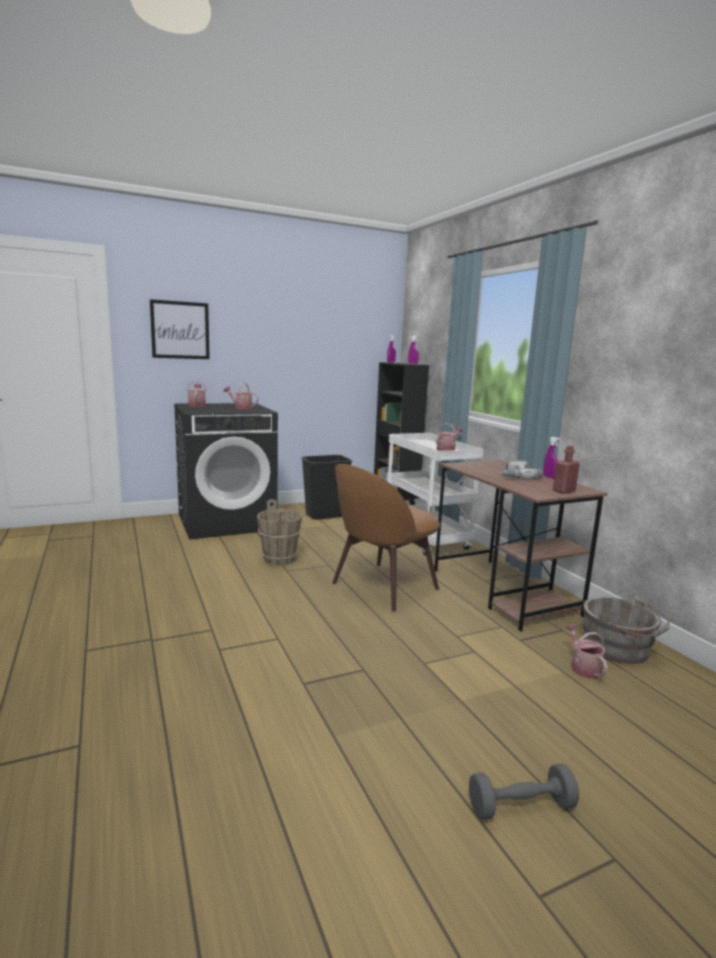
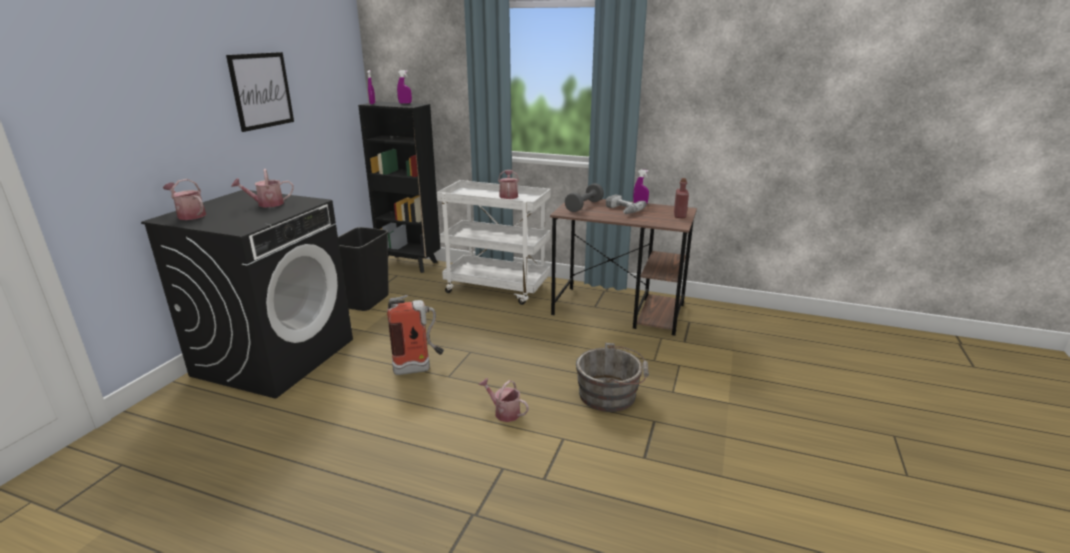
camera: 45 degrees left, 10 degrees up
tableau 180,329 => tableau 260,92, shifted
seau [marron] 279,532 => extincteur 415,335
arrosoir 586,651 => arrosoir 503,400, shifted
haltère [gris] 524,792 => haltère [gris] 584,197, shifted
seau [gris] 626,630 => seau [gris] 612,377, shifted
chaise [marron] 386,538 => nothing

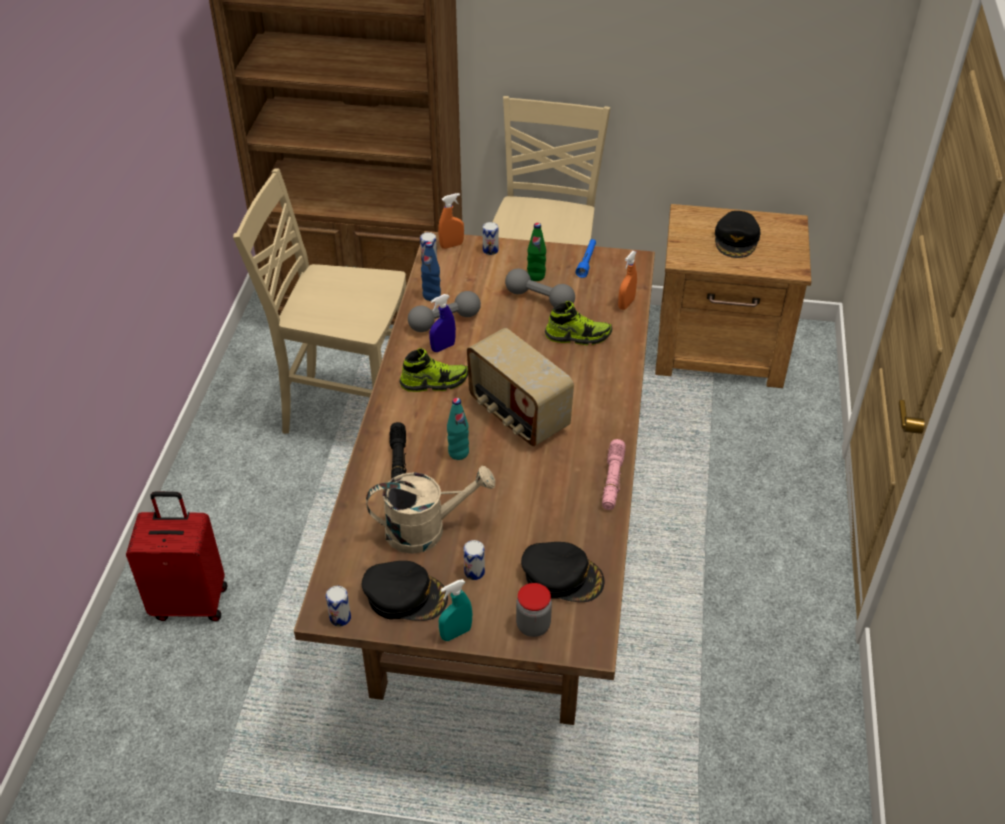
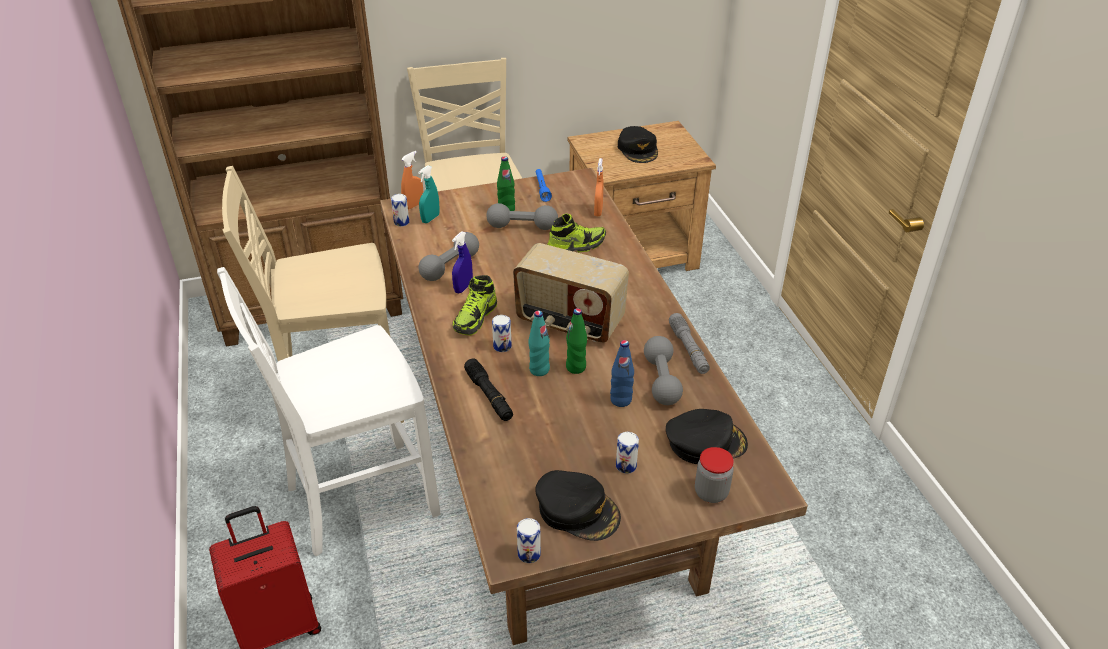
camera: 25 degrees left, 5 degrees down
nothing => chaise [blanc] 328,411
vaporisateur [turquoise] 455,610 => vaporisateur [turquoise] 429,194, shifted
chaussure 433,370 => chaussure 474,305, 150 degrees clockwise
boîte métallique 490,238 => boîte métallique 502,333, shifted
casquette [noir] 405,591 => casquette [noir] 578,505, 45 degrees clockwise
nothing => bouteille [vert] 576,341
bouteille [bleu] 431,271 => bouteille [bleu] 622,373, shifted
nothing => haltère [gris] 663,370
lampe de poche [rose] 613,474 => lampe de poche [gris] 689,343
arrosoir [beige] 430,510 => nothing

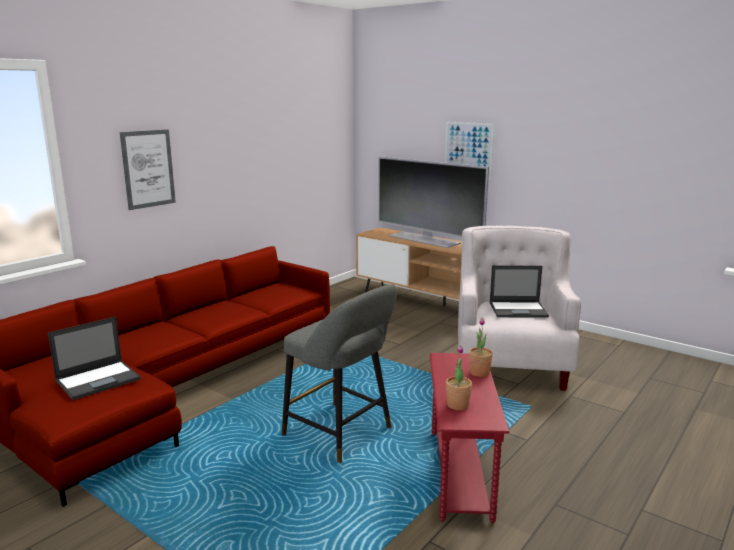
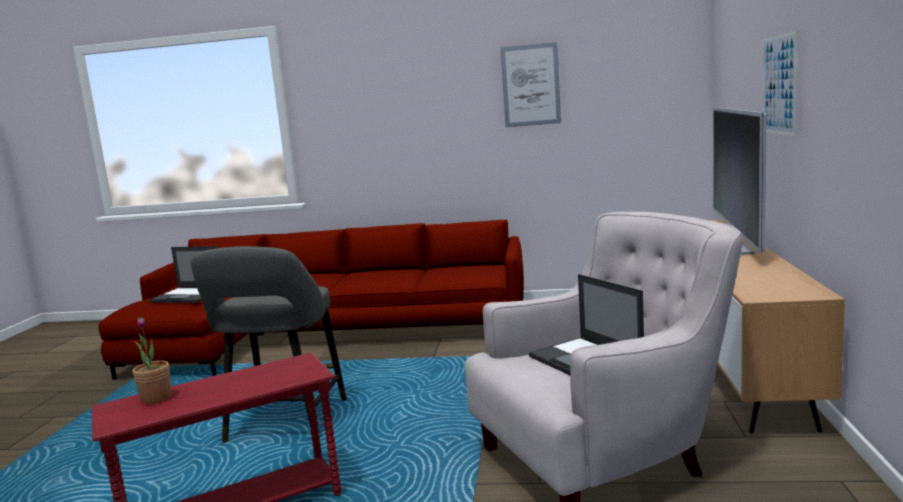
camera: 60 degrees right, 5 degrees down
tableau 148,169 => tableau 530,84, shifted
plante en pot 481,347 => nothing

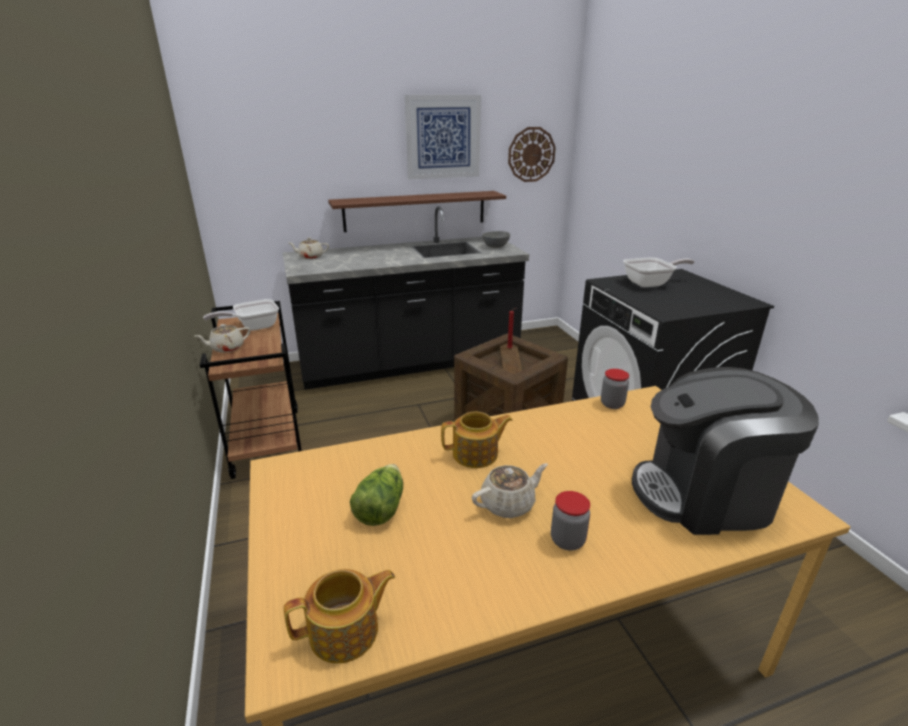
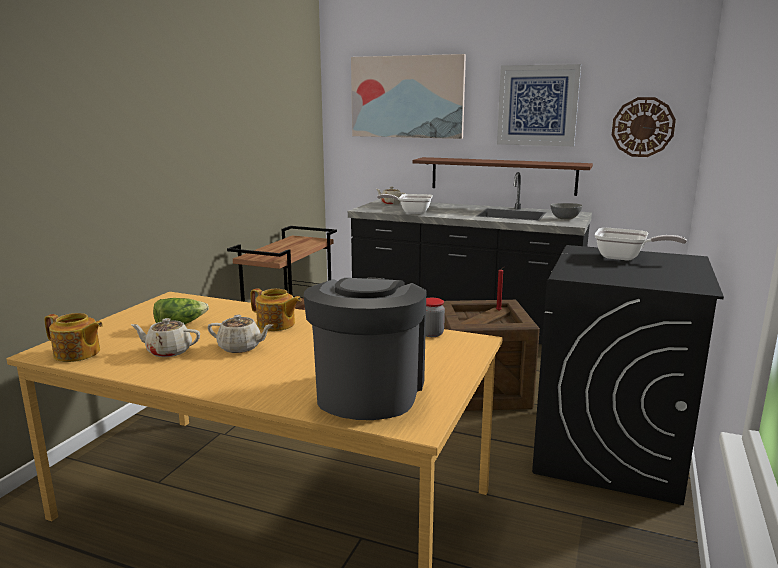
camera: 40 degrees right, 10 degrees down
théière [beige] 222,338 => théière [beige] 165,337, shifted
machine à café 725,451 => machine à café 365,348, 60 degrees clockwise
nothing => tableau 408,96
poêle 241,315 => poêle 405,204, shifted
bocal 570,521 => nothing

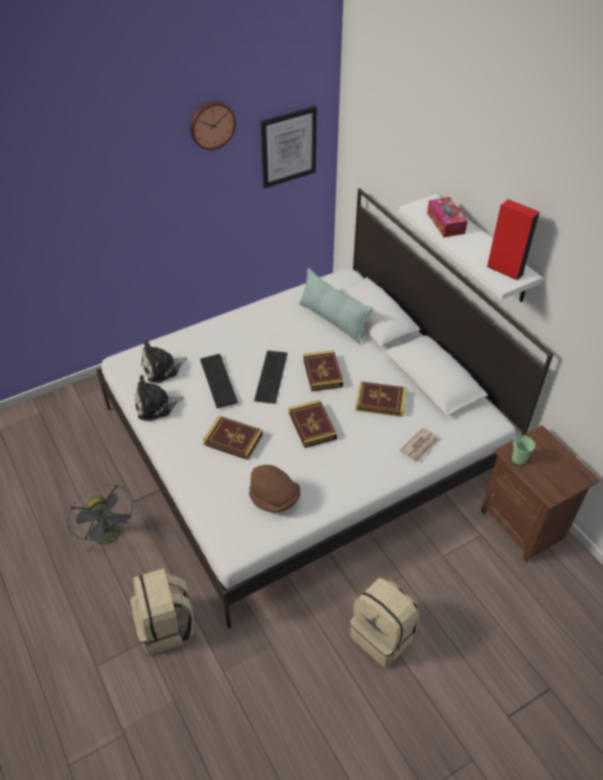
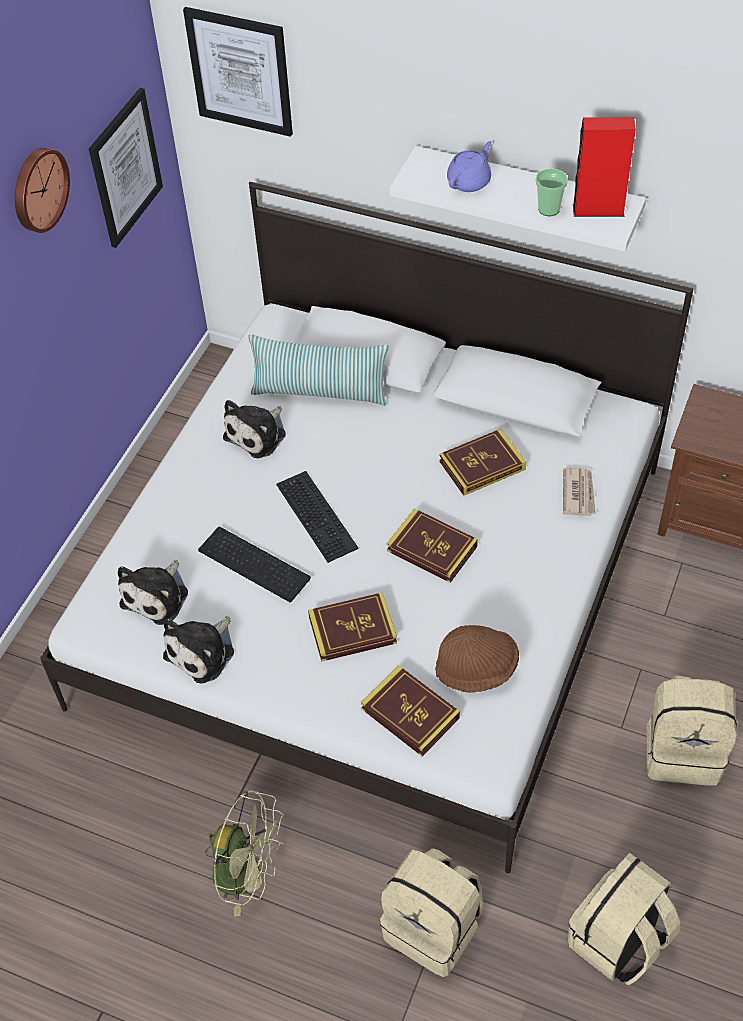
camera: 35 degrees left, 5 degrees up
nothing => tableau 238,72
ventilateur [gris] 102,518 => ventilateur [vert] 244,853
nothing => peluche 254,429
livre 323,370 => livre 410,711, shifted
boîte à mouchoirs 447,217 => théière [violet] 469,166
tasse 523,450 => tasse 551,192, shifted
nothing => sac à dos [beige] 624,919

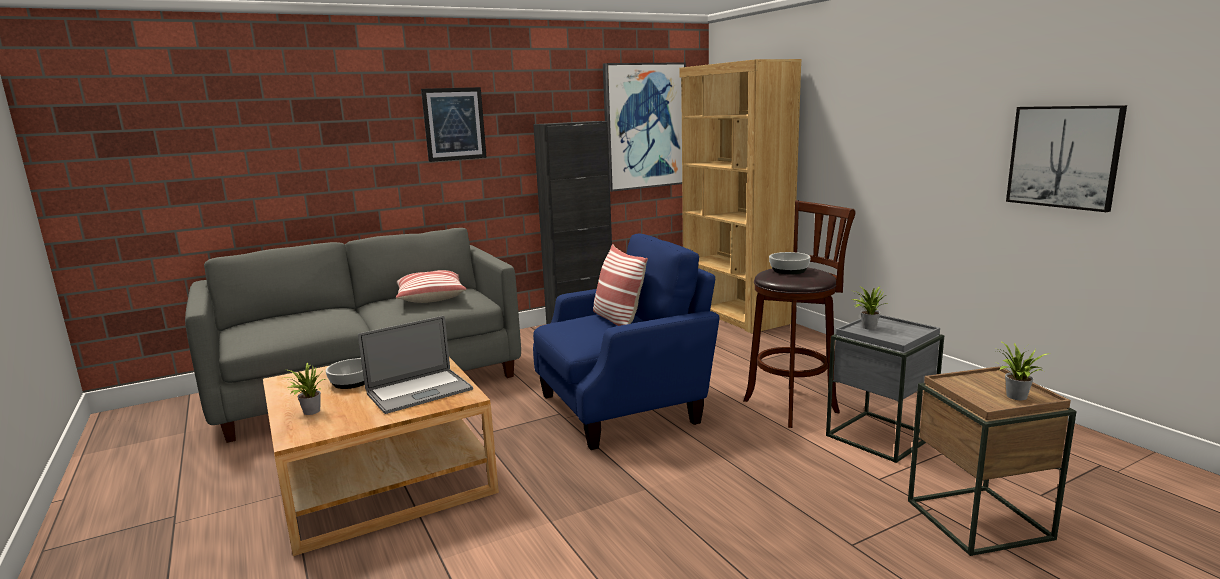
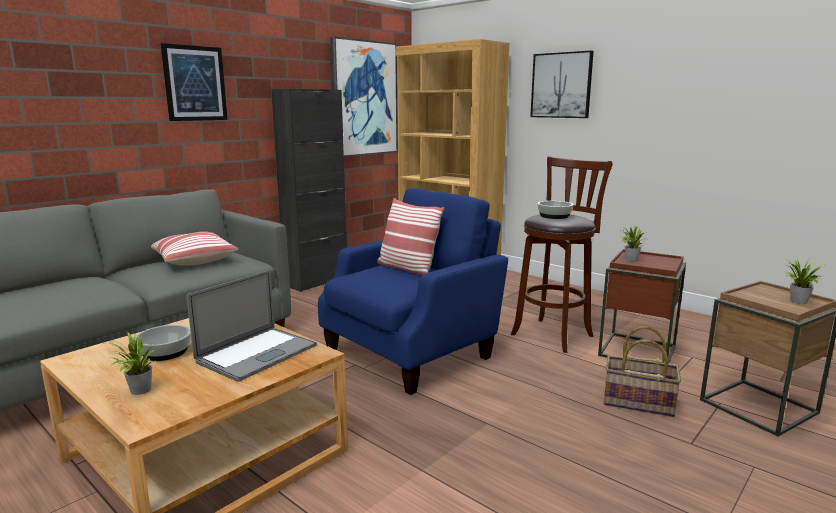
camera: 20 degrees left, 0 degrees up
tableau 1066,158 => tableau 562,84, shifted
table d'appoint [gris] 885,389 => table d'appoint [marron] 642,306
nothing => panier 642,371

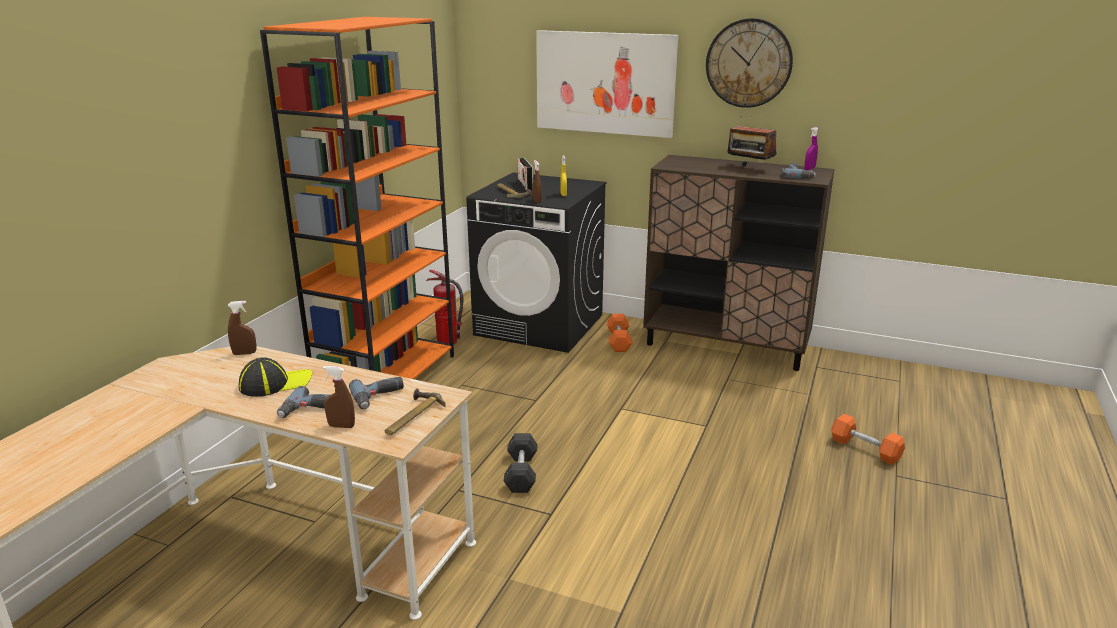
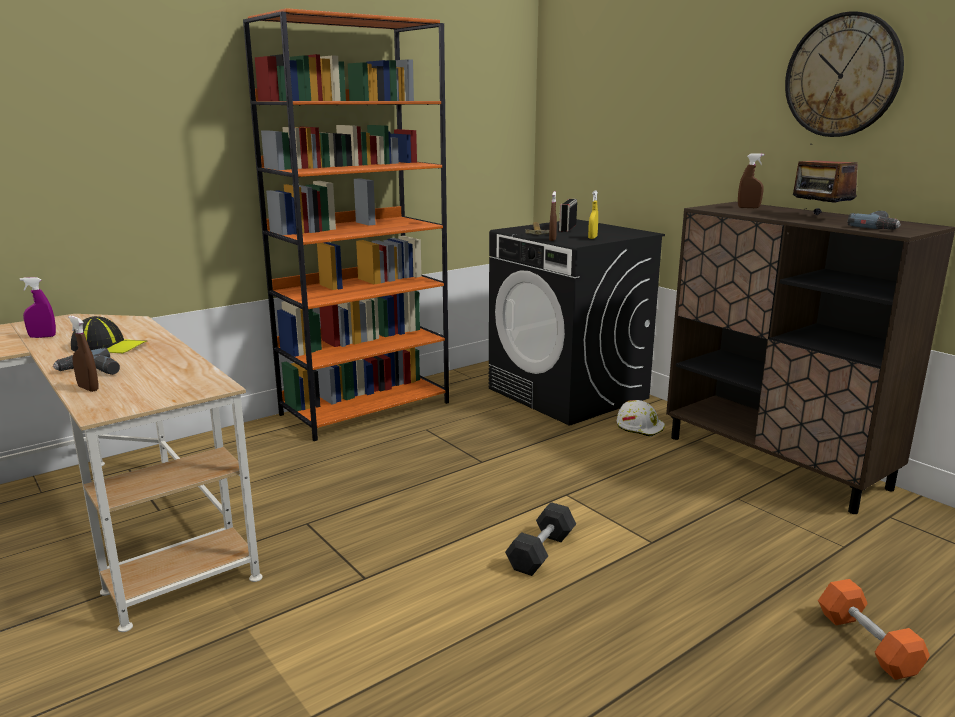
camera: 30 degrees right, 5 degrees down
vaporisateur [violet] 811,148 => vaporisateur [violet] 38,307, shifted
haltère [gris] 521,463 => haltère [gris] 540,539, shifted
haltère [orange] 620,333 => casque de chantier [blanc] 641,418
vaporisateur [marron] 241,328 => vaporisateur [marron] 751,180, shifted
perceuse 376,393 => nothing
marteau 415,411 => nothing
extincteur 444,307 => nothing
tableau 607,84 => nothing

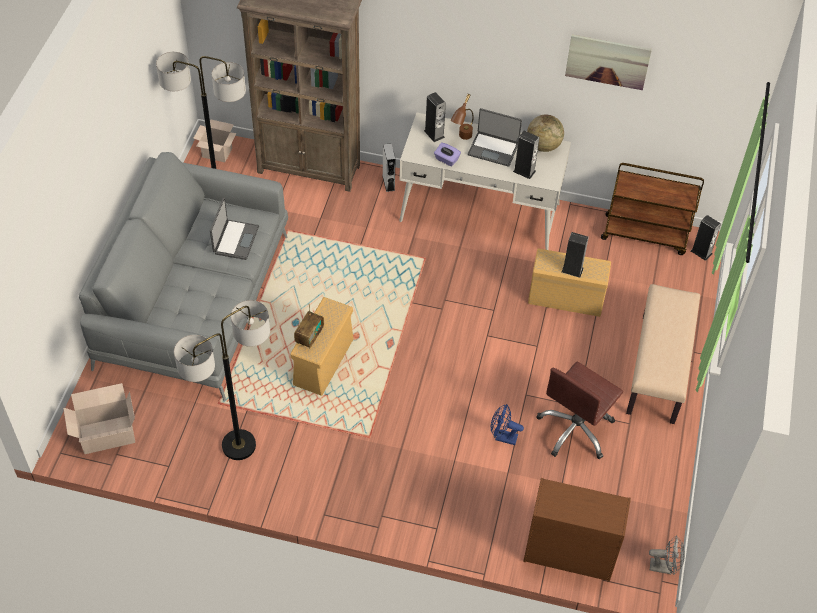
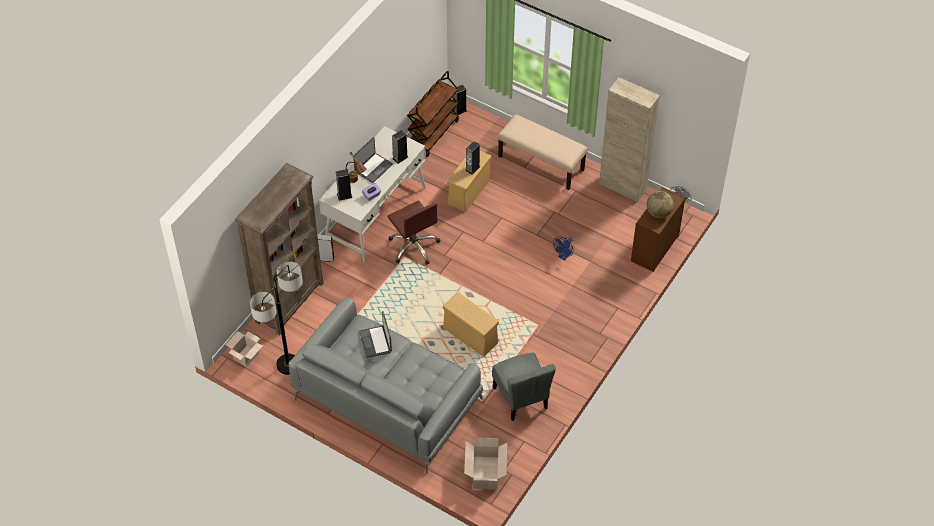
camera: 70 degrees left, 0 degrees up
ordinateur portable 234,229 => ordinateur portable 375,334, 135 degrees counterclockwise
chaise de bureau [marron] 580,410 => chaise de bureau [marron] 413,232, shifted
lampadaire 222,380 => chaise [gris] 524,386
nothing => meuble de rangement [beige] 629,139
globe 545,133 => globe 660,204, shifted
radio 309,325 => nothing
tableau 608,62 => nothing

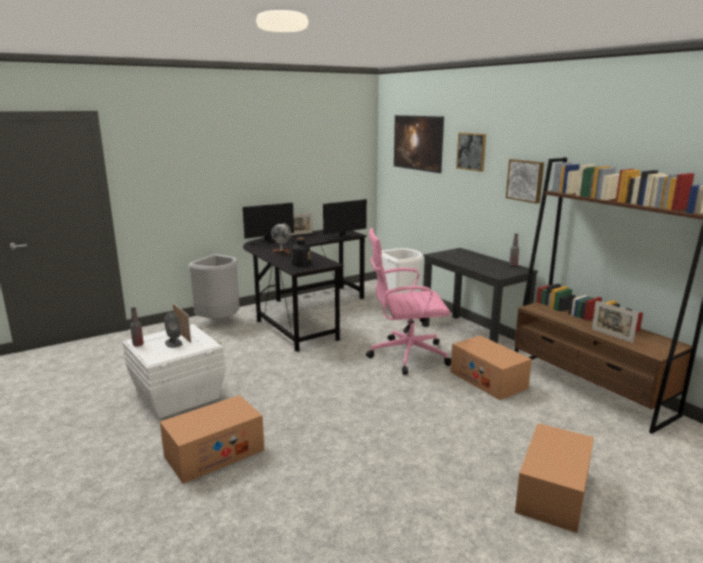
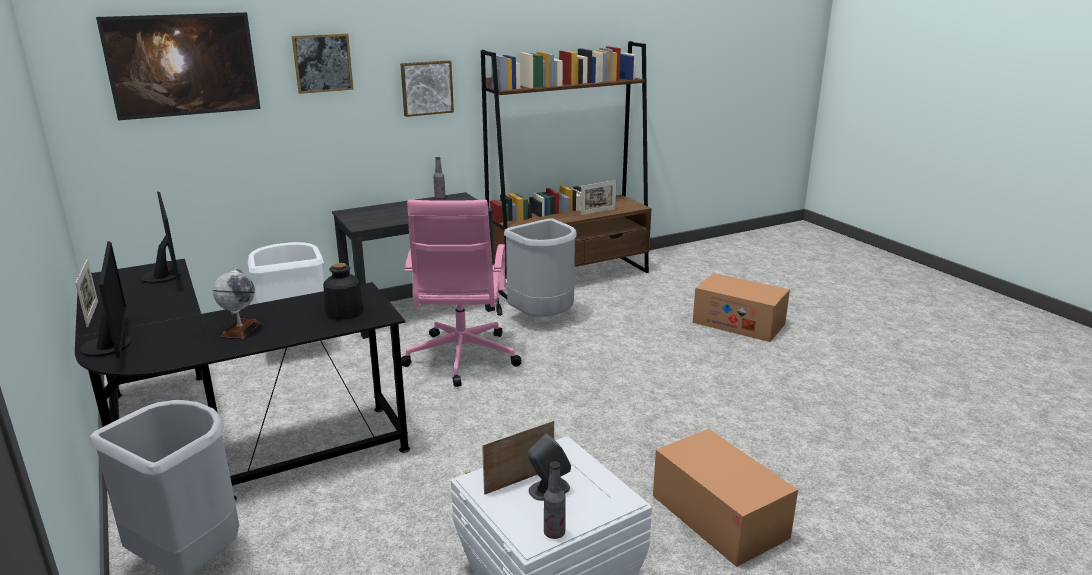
camera: 85 degrees left, 5 degrees up
carton 491,367 => poubelle [gris] 540,268

